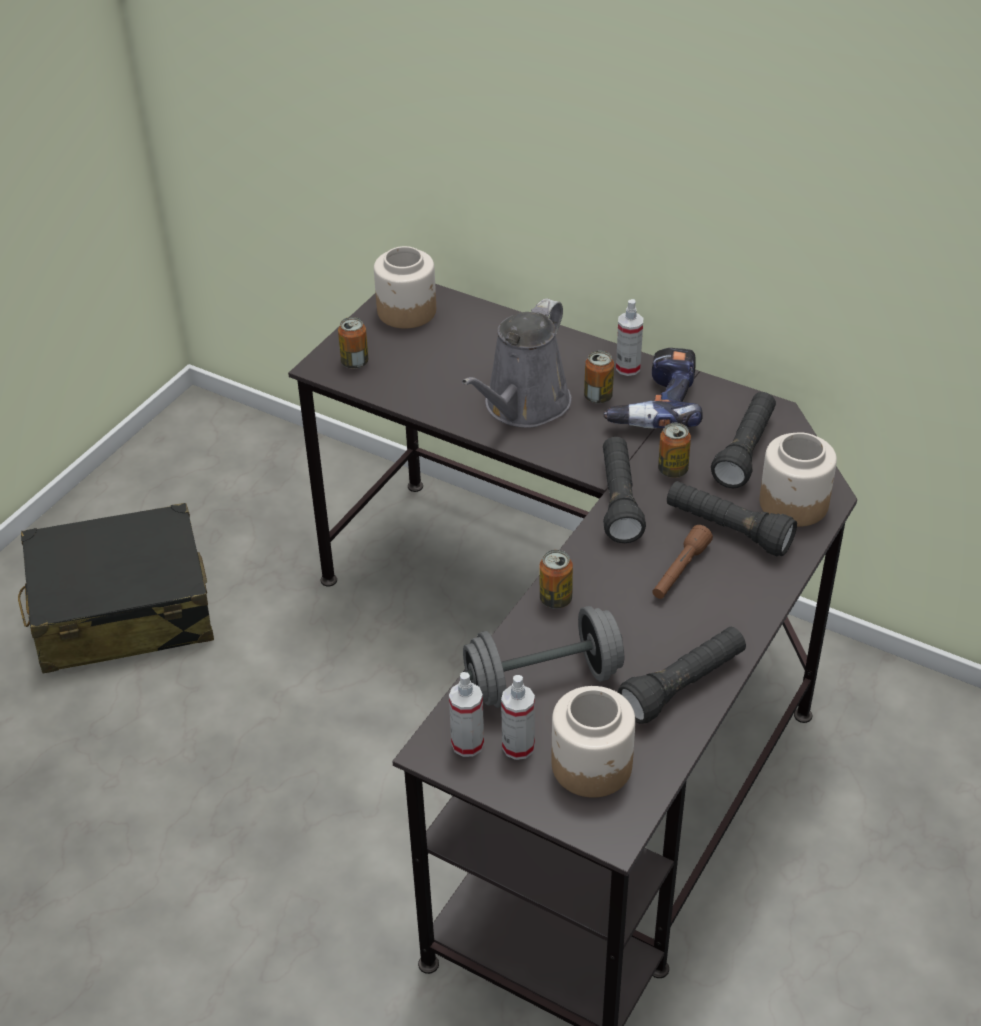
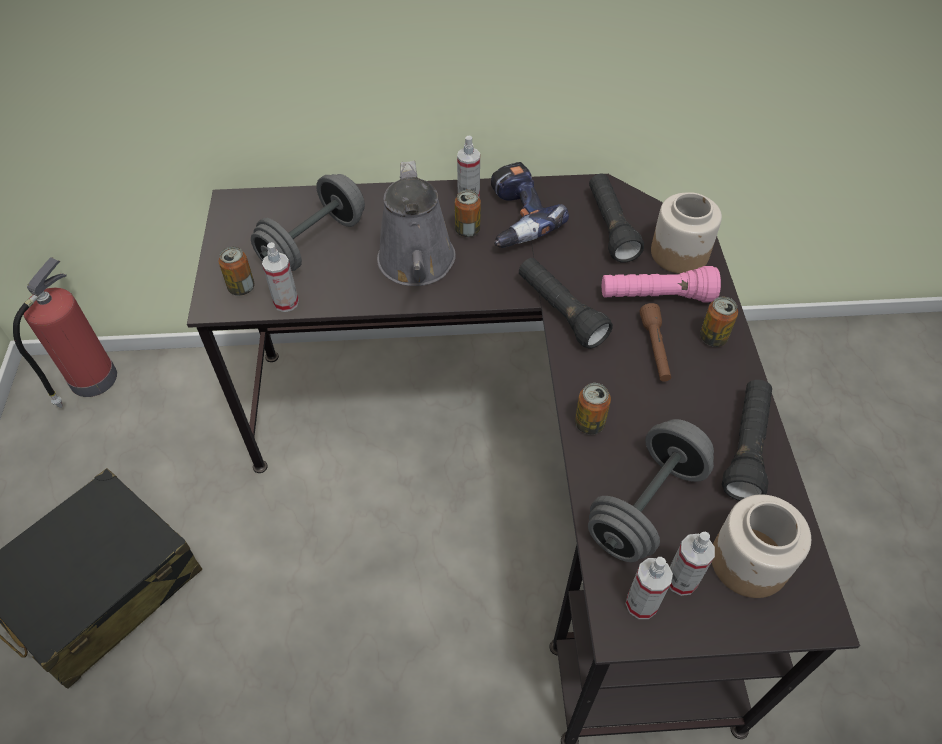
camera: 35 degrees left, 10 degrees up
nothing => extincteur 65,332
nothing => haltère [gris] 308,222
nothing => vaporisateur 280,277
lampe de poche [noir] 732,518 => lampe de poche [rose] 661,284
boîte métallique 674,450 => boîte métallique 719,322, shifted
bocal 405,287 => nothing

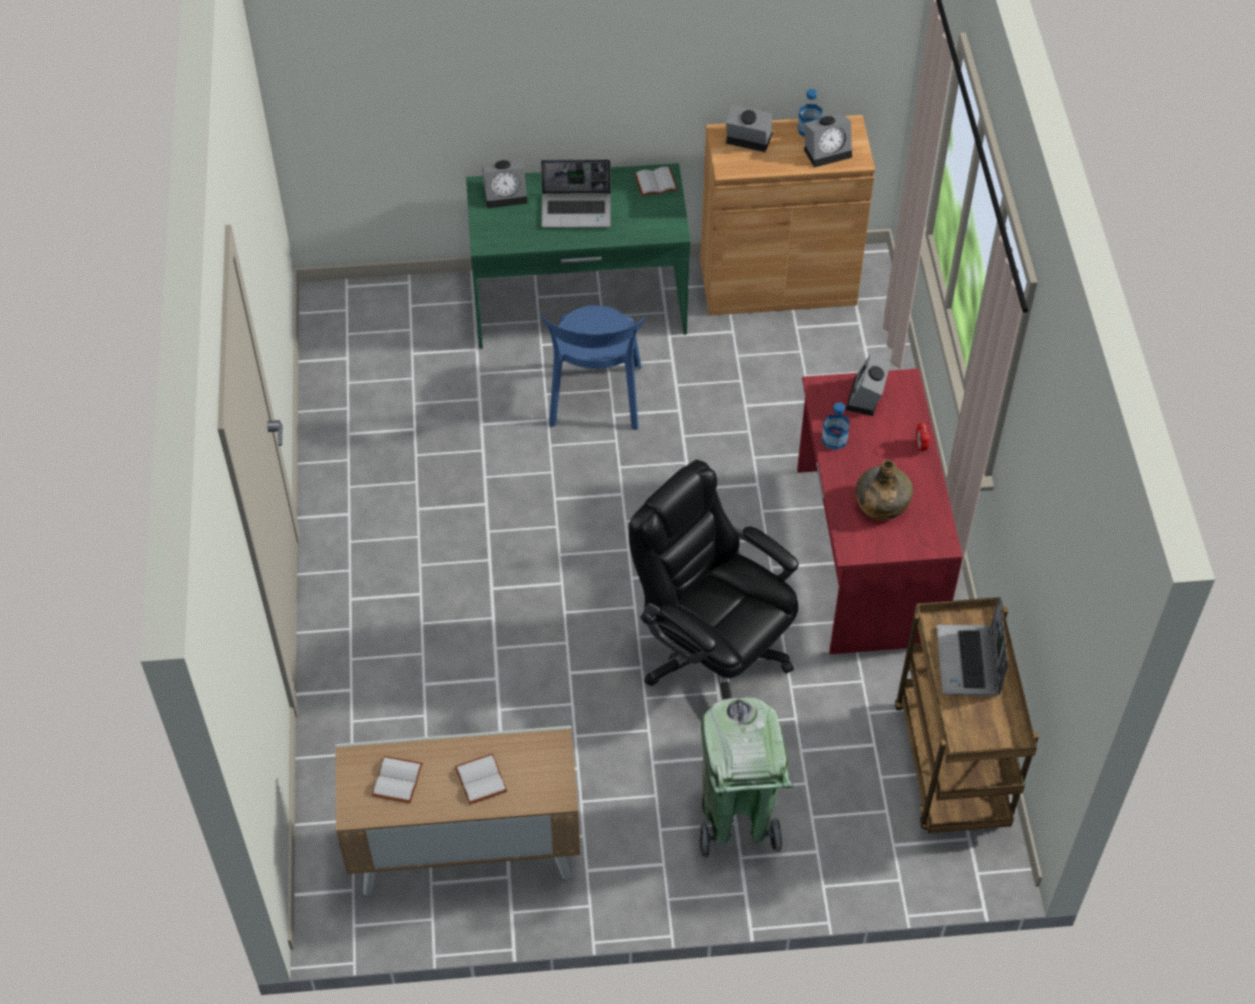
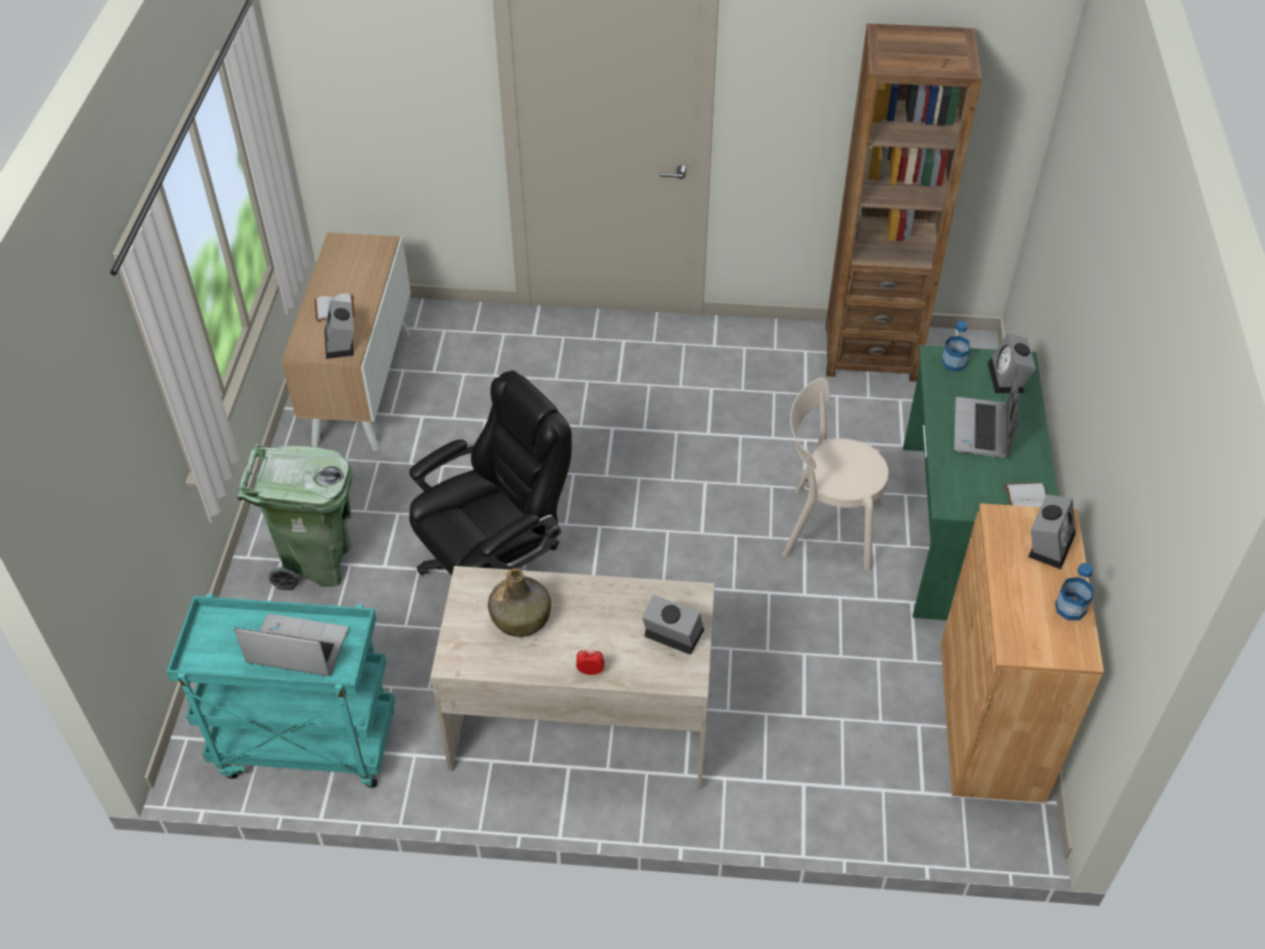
camera: 100 degrees right, 5 degrees down
chariot [marron] 967,715 => chariot [turquoise] 280,691
réveil 828,140 => réveil 339,329, shifted
bureau [rouge] 880,511 => bureau [beige] 573,678
chaise [bleu] 592,367 => chaise [beige] 835,474
nothing => bibliothèque [marron] 904,203
bouteille 835,426 => bouteille 955,346, shifted
livre [blanc] 397,779 => nothing

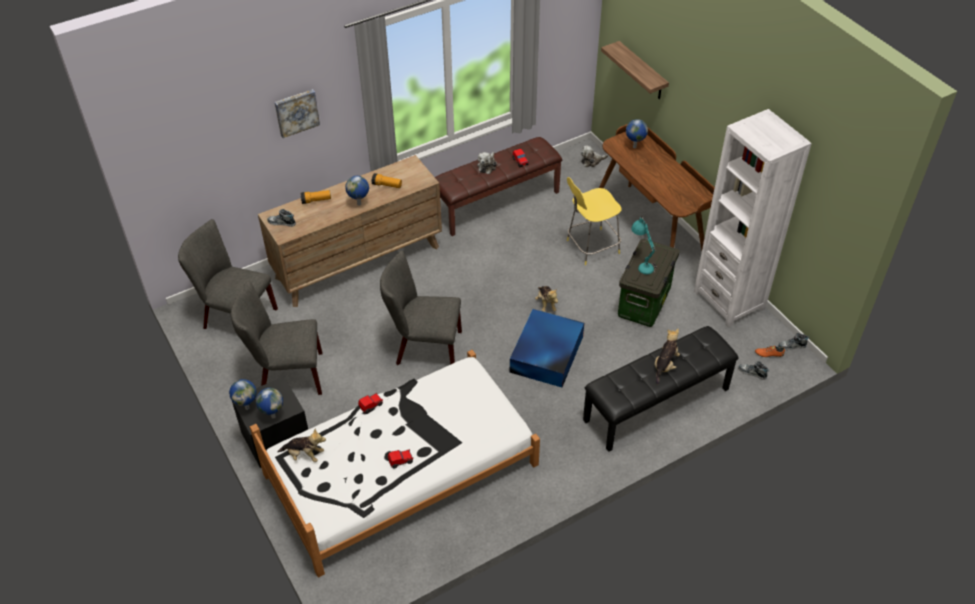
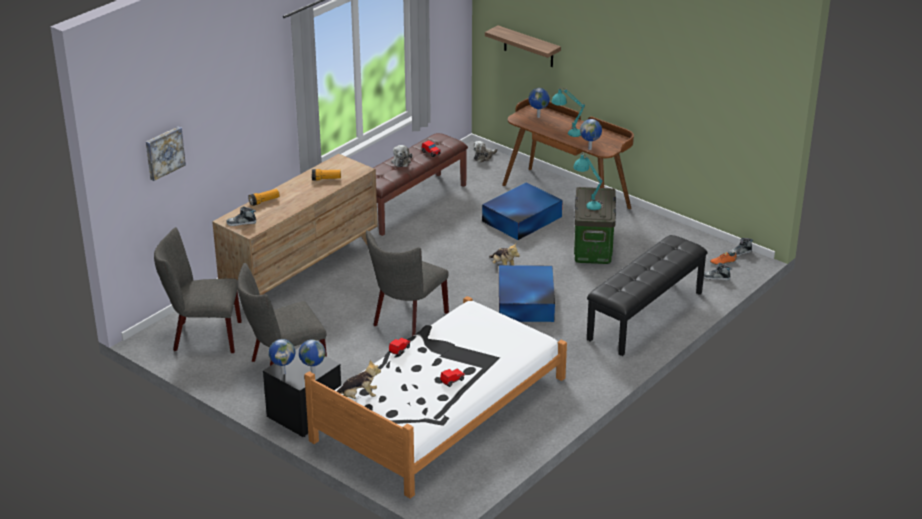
camera: 20 degrees left, 15 degrees down
tableau 297,113 => tableau 166,153, shifted
chaise [gris] 421,308 => chaise [gris] 407,283, 45 degrees counterclockwise
tabouret [jaune] 594,221 => boîte de rangement [bleu] 522,211
nothing => lampe de table [turquoise] 568,111
globe 357,191 => globe 591,134, shifted
peluche 667,356 => nothing
bibliothèque [blanc] 753,218 => nothing

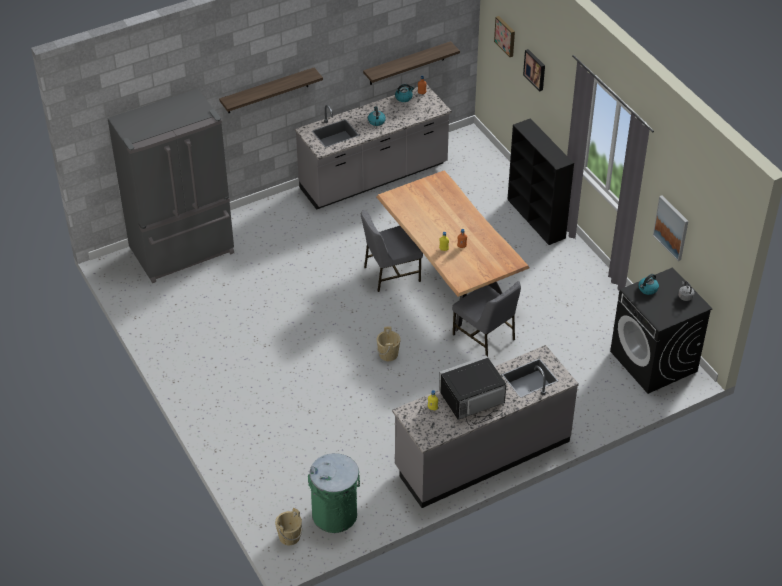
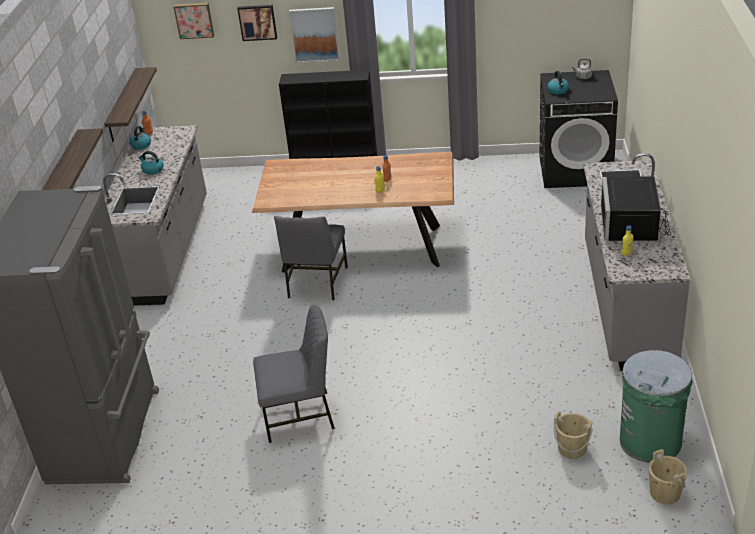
camera: 55 degrees left, 10 degrees down
chaise [gris] 486,319 => chaise [gris] 294,374, shifted
tableau 670,228 => tableau 314,35, shifted
seau [beige] 389,344 => seau [beige] 573,435, shifted

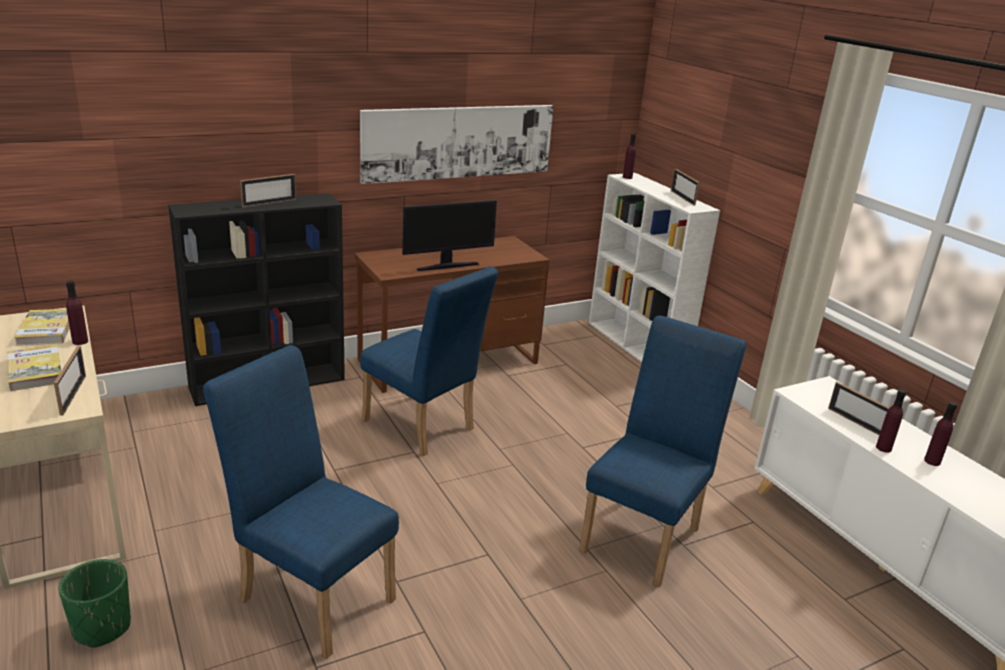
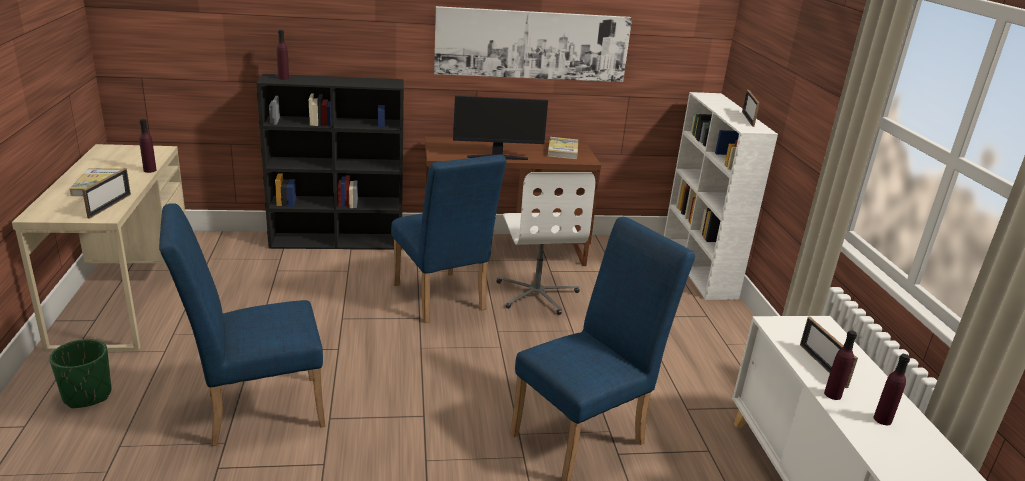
camera: 20 degrees right, 0 degrees up
chaise [bleu] 301,502 => chaise [bleu] 242,324, 75 degrees counterclockwise
bouteille [violet] 629,156 => bouteille [violet] 283,55, shifted
nothing => chaise de bureau [blanc] 545,243
livre 42,327 => livre 563,148, shifted
cadre photo 268,190 => nothing

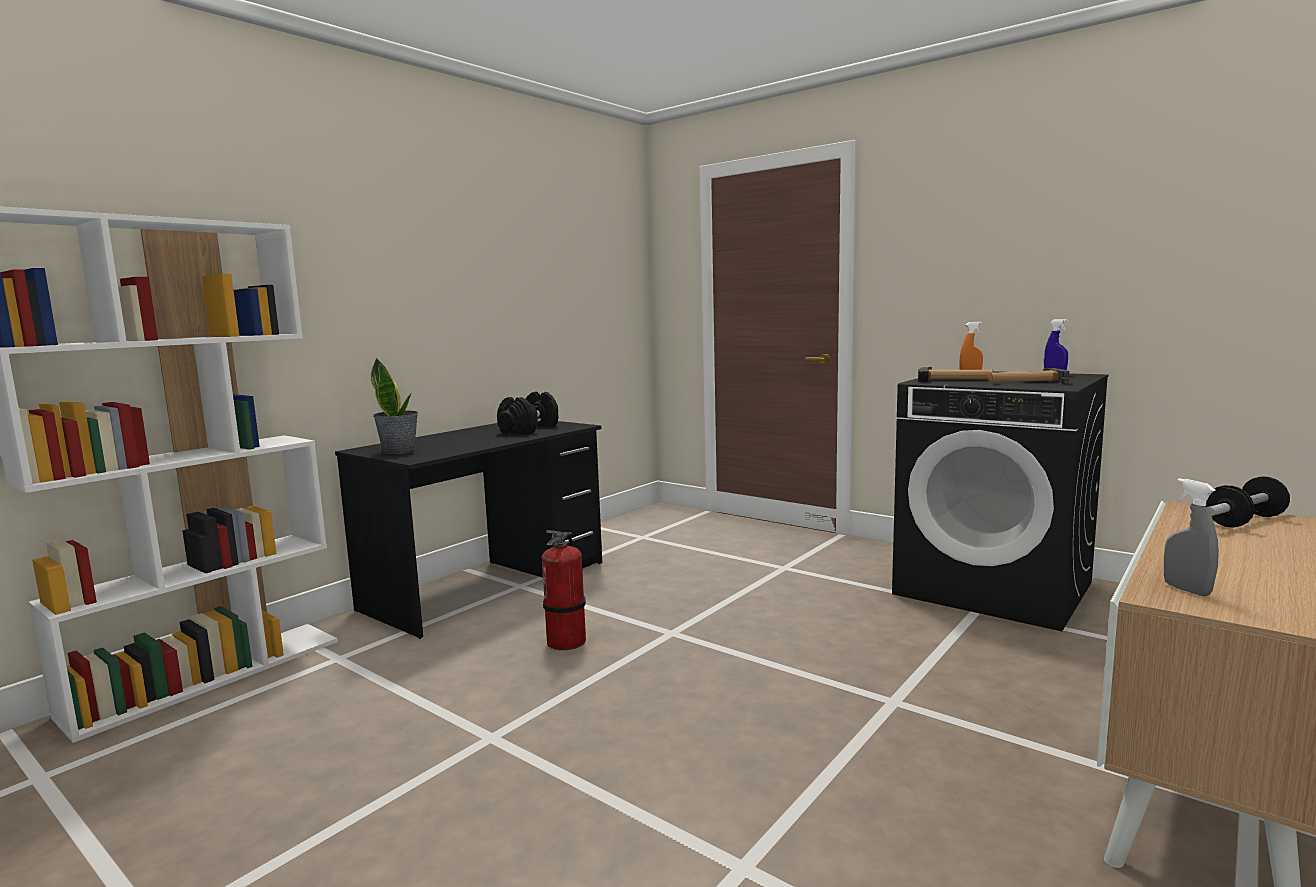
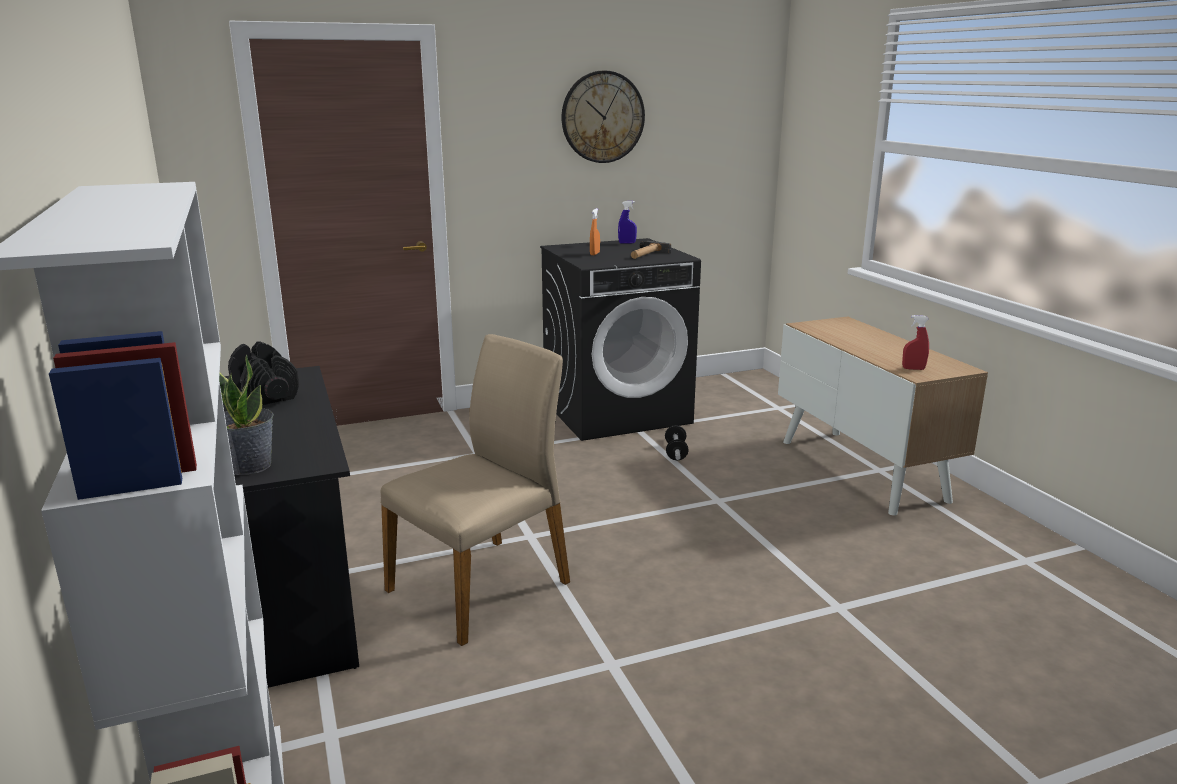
camera: 60 degrees left, 10 degrees up
extincteur 564,590 => chaise [beige] 475,490
nothing => horloge murale 603,117
haltère 1248,502 => haltère 677,442, shifted
vaporisateur [gris] 1191,537 => vaporisateur [rouge] 915,342
marteau 955,374 => nothing

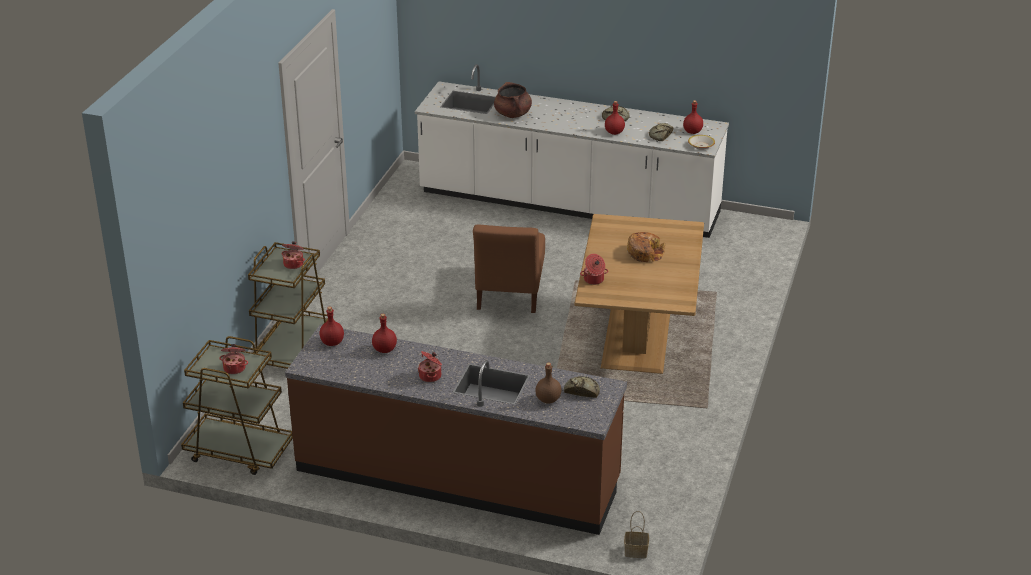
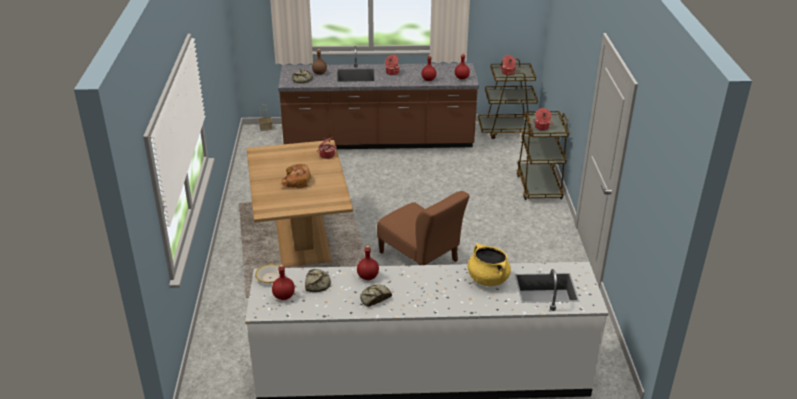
camera: 160 degrees right, 0 degrees up
chaise [marron] 509,269 => chaise [marron] 423,228, 150 degrees clockwise
marmite [marron] 513,100 => marmite [jaune] 489,265

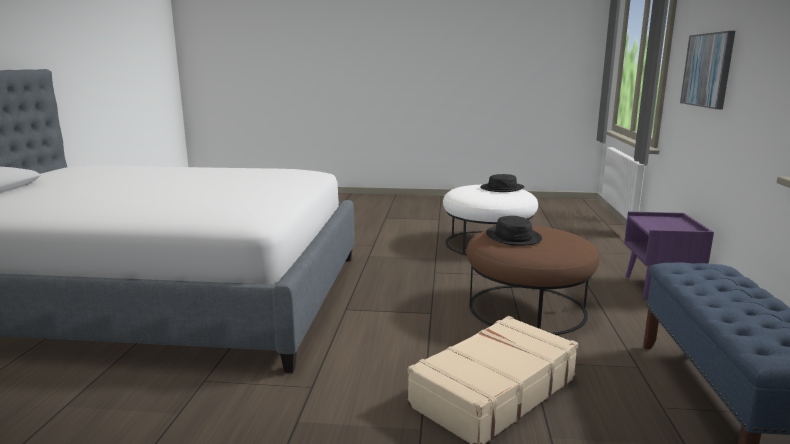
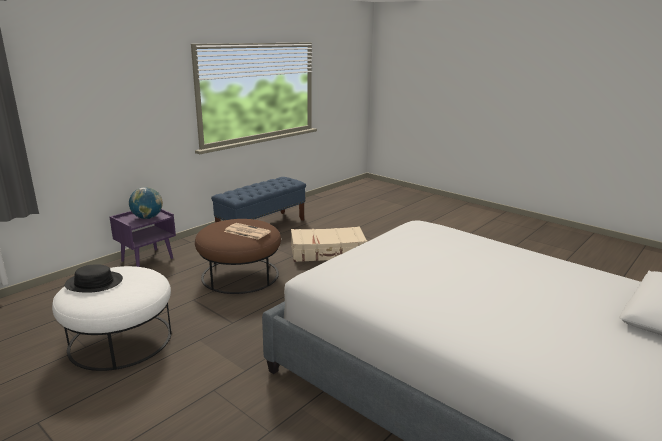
camera: 145 degrees left, 5 degrees up
nothing => globe 146,203
chapeau [noir] 514,231 => journal 247,231
tableau 707,70 => nothing

